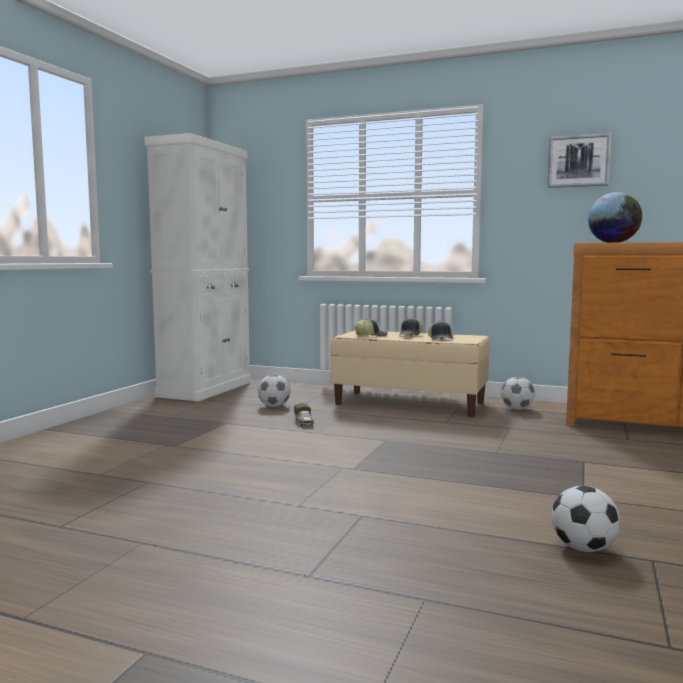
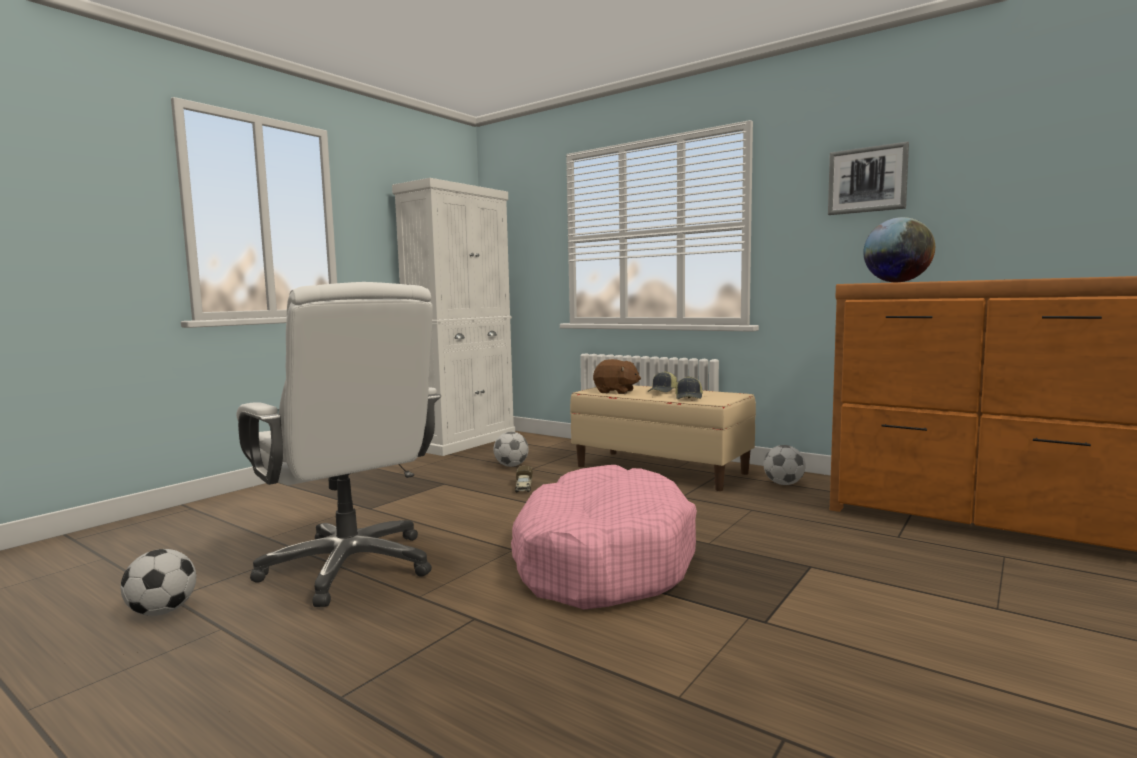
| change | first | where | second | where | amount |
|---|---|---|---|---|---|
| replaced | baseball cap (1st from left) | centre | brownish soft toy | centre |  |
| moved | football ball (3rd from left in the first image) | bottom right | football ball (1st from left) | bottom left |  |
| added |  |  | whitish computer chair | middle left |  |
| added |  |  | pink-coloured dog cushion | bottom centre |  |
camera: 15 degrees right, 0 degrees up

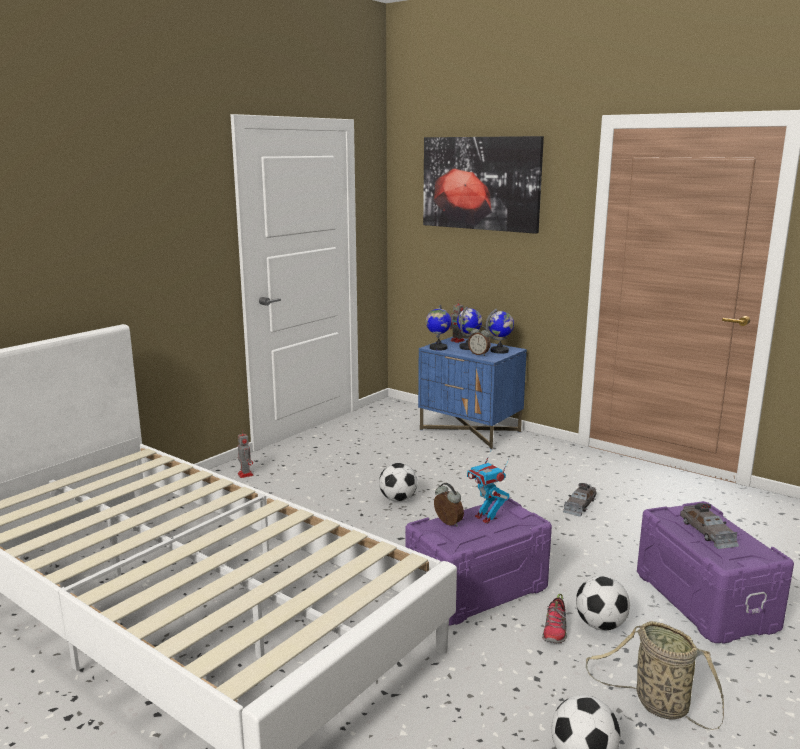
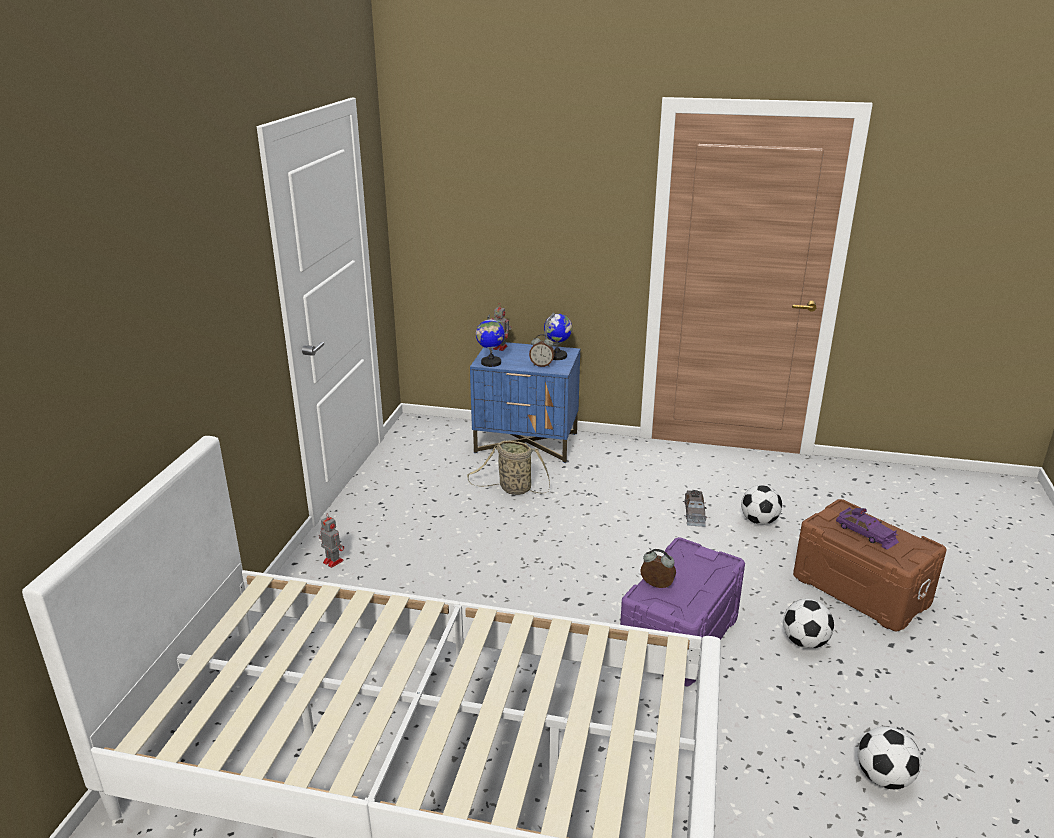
| change | first | where | second | where | amount |
|---|---|---|---|---|---|
| moved | football ball (1st from left) | centre |  | middle right |  |
| removed | picture | top centre |  |  |  |
| removed | world globe (2nd from left) | centre |  |  |  |
| removed | model robot (3rd from left) | centre |  |  |  |
| removed | shoe | bottom right |  |  |  |
| moved | household basket | bottom right |  | centre |  |
| recoloured | purple-coloured storage bin (2nd from left) | bottom right | brownish storage bin | bottom right |  |
| recoloured | gray toy car (2nd from left) | bottom right | purple-coloured toy car | middle right |  |
camera: 25 degrees left, 10 degrees up

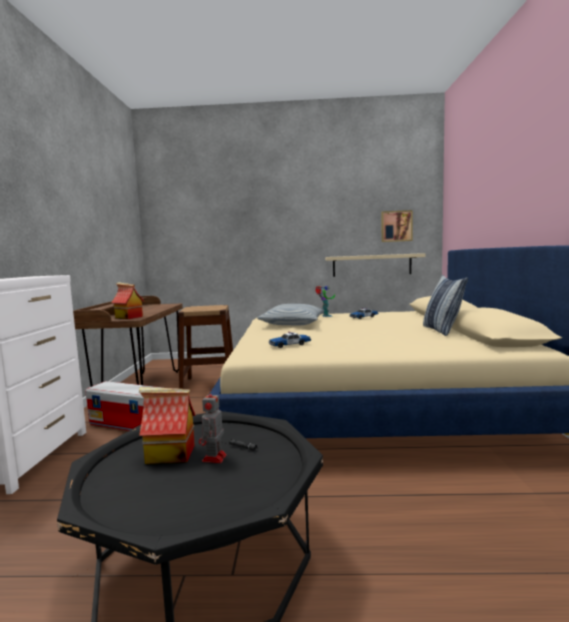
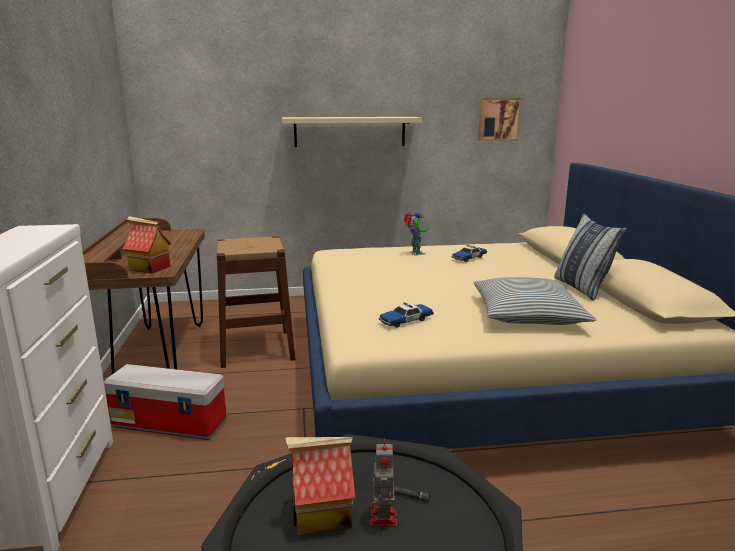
| change | first | where | second | where | amount |
|---|---|---|---|---|---|
| moved | pillow (1st from left) | centre |  | middle right |  |
| moved | sand-coloured shelf | centre |  | top centre |  |
camera: 10 degrees left, 10 degrees up

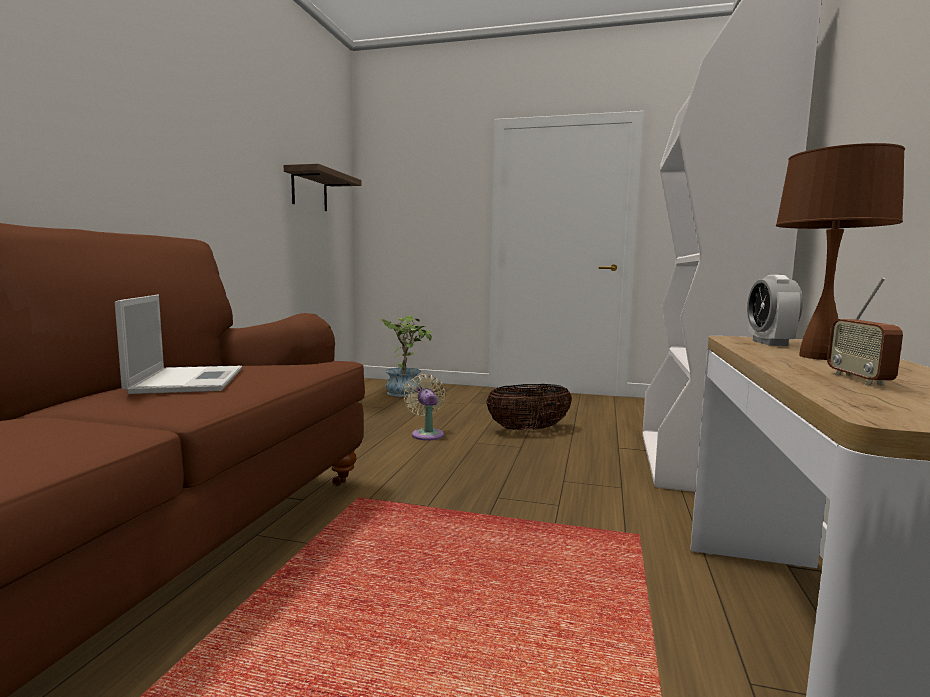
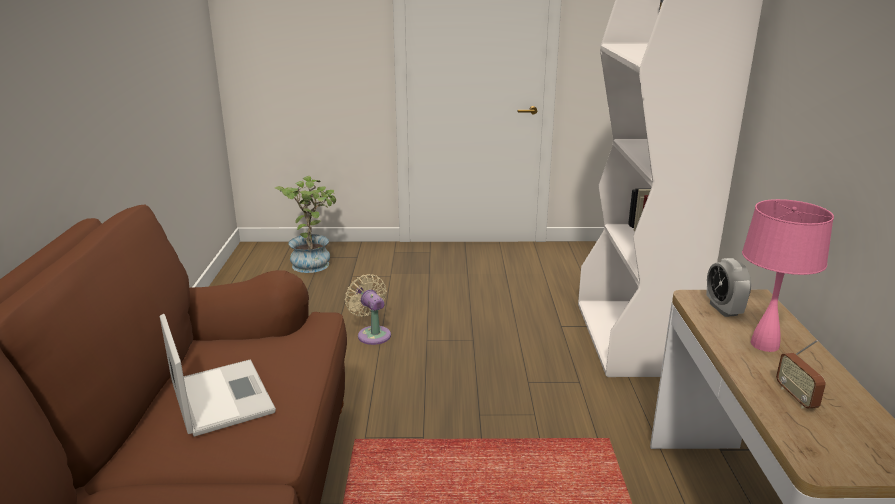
| change | first | where | second | where | amount |
|---|---|---|---|---|---|
| removed | shelf | top centre |  |  |  |
| removed | household basket | centre |  |  |  |
| recoloured | brownish tabletop lamp | middle right | pink-coloured tabletop lamp | middle right |  |
camera: 15 degrees left, 15 degrees up

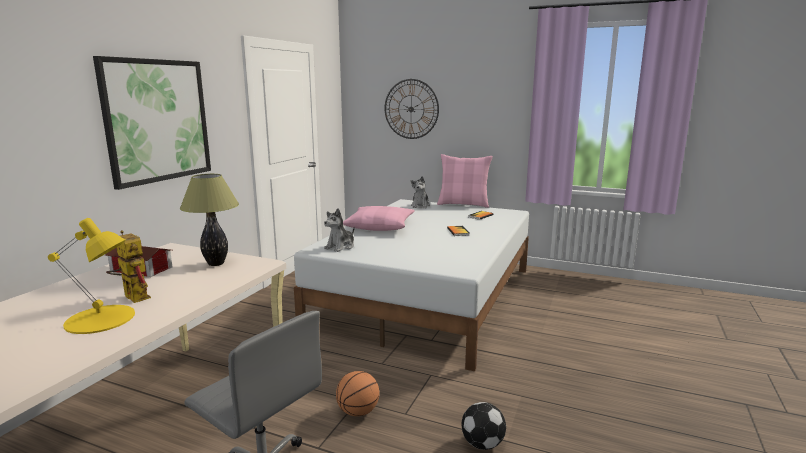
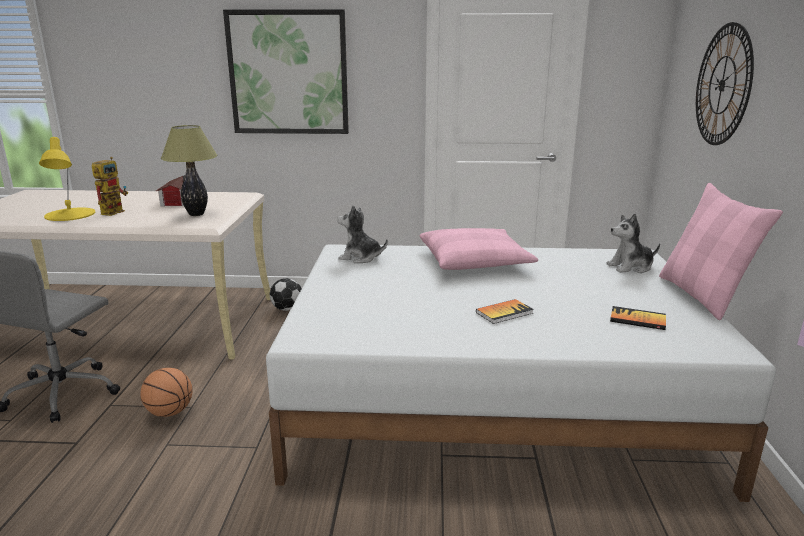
| change | first | where | second | where | amount |
|---|---|---|---|---|---|
| moved | football ball | bottom centre |  | centre |  |
camera: 70 degrees right, 5 degrees up

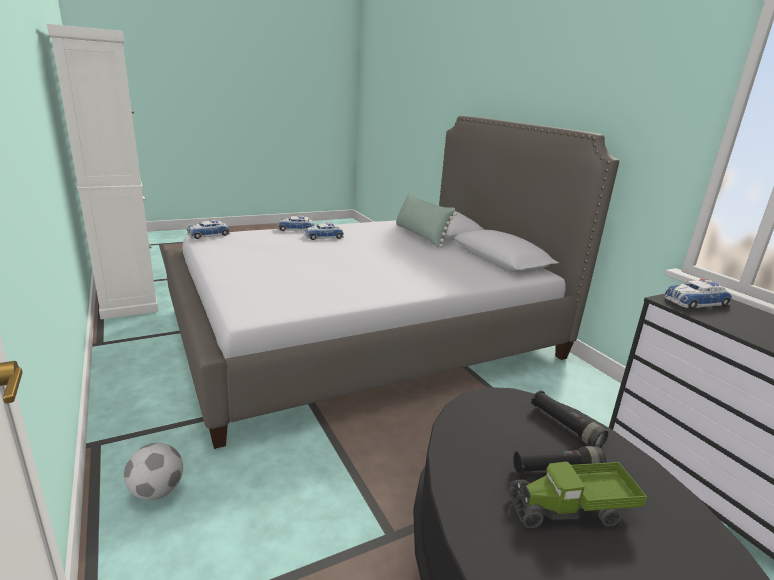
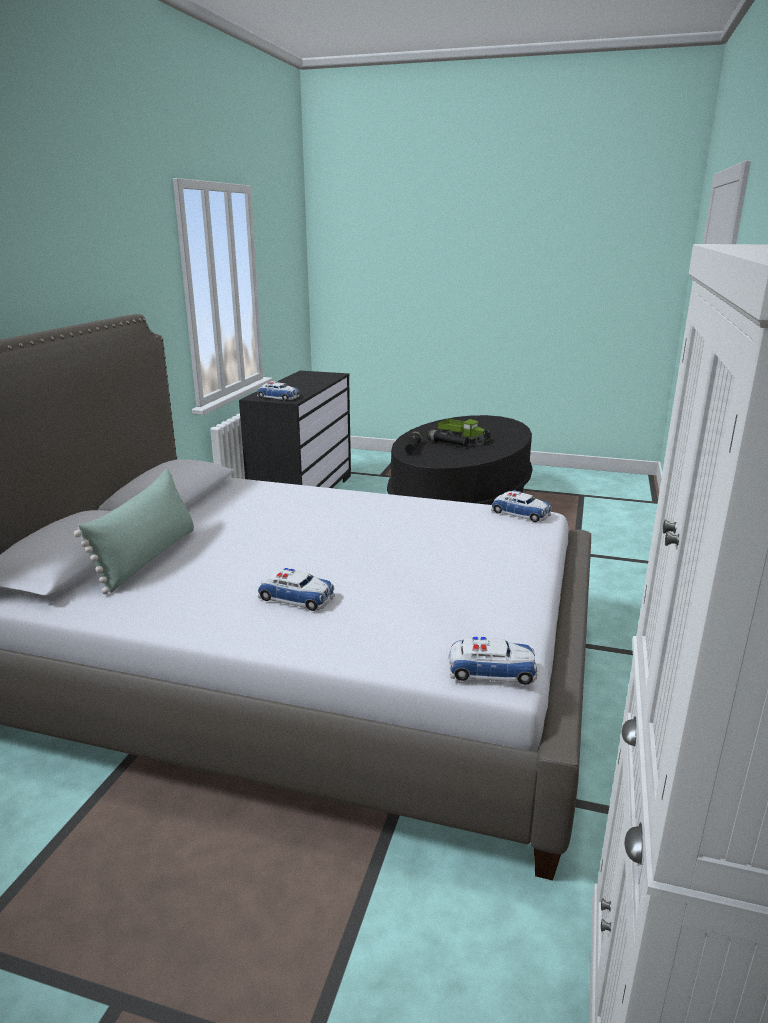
| change | first | where | second | where | amount |
|---|---|---|---|---|---|
| removed | football ball | bottom left |  |  |  |
| moved | toy car (2nd from left in the first image) | centre | toy car (4th from left) | middle right |  |
camera: 135 degrees left, 0 degrees up

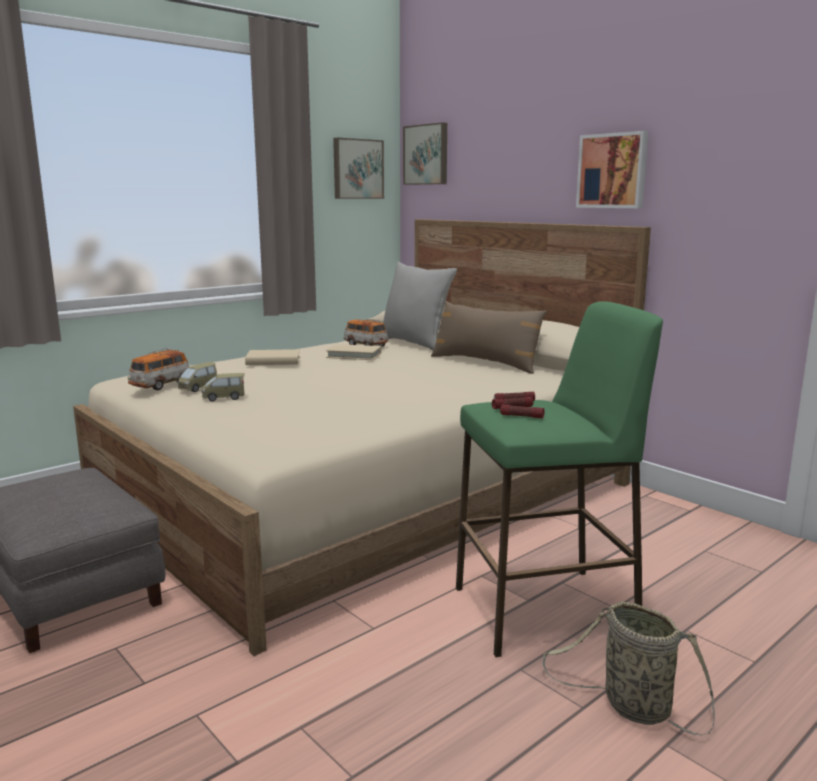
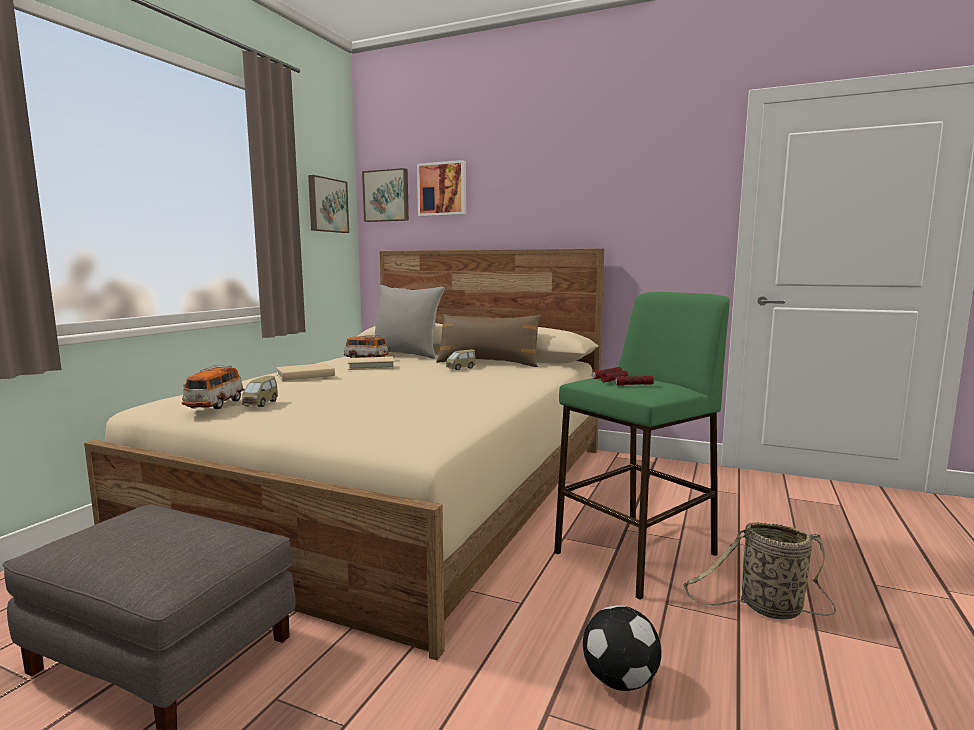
| change | first | where | second | where | amount |
|---|---|---|---|---|---|
| moved | toy car (3rd from left in the first image) | middle left | toy car (4th from left) | centre |  |
| moved | picture (3rd from left) | top right |  | top centre |  |
| added |  |  | football ball | bottom centre |  |
camera: 25 degrees left, 5 degrees down

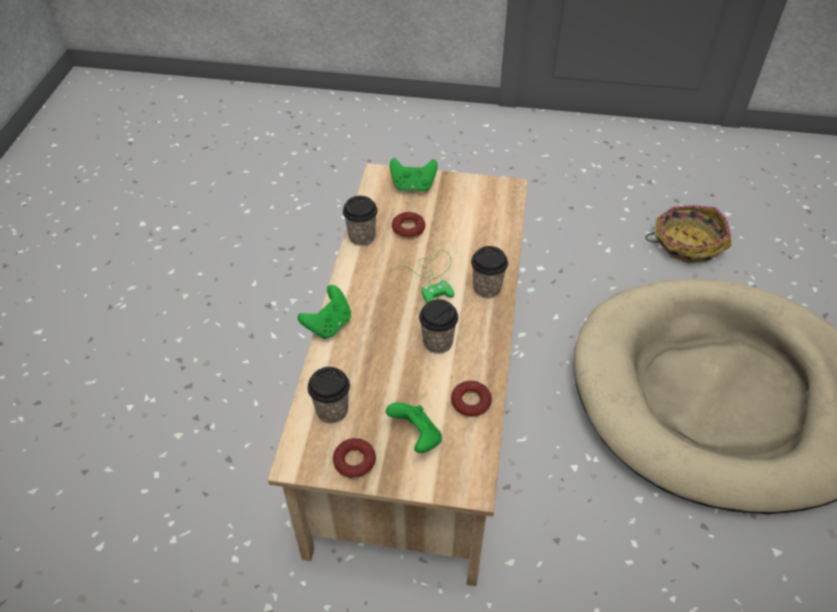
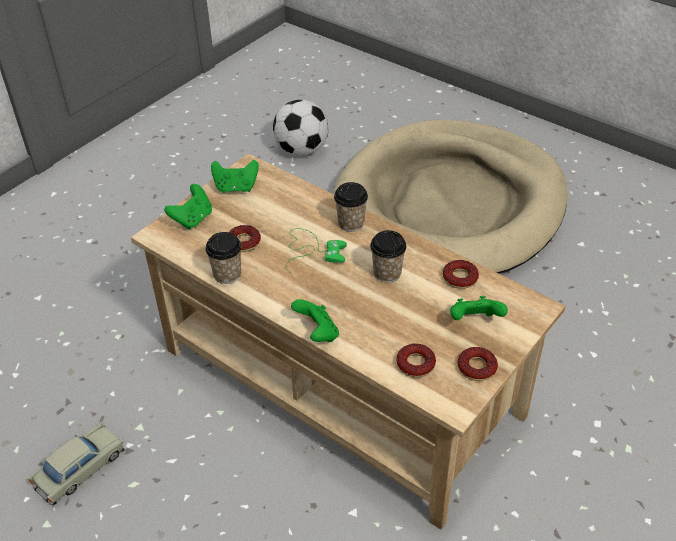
| change | first | where | second | where | amount |
|---|---|---|---|---|---|
| replaced | drinking cup (1st from left) | centre | donut (2nd from left) | centre |  |
| replaced | household basket | middle right | football ball | top centre |  |
| added |  |  | sand-coloured toy car | bottom left |  |
| added |  |  | greenish gamepad (2nd from left) | top centre |  |
camera: 60 degrees left, 5 degrees down

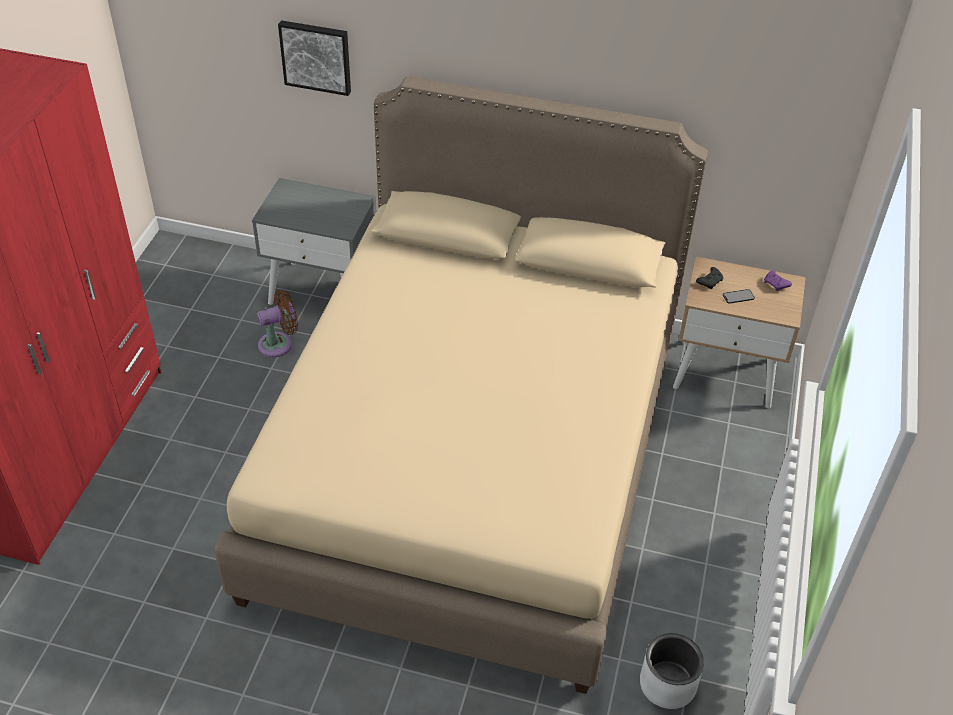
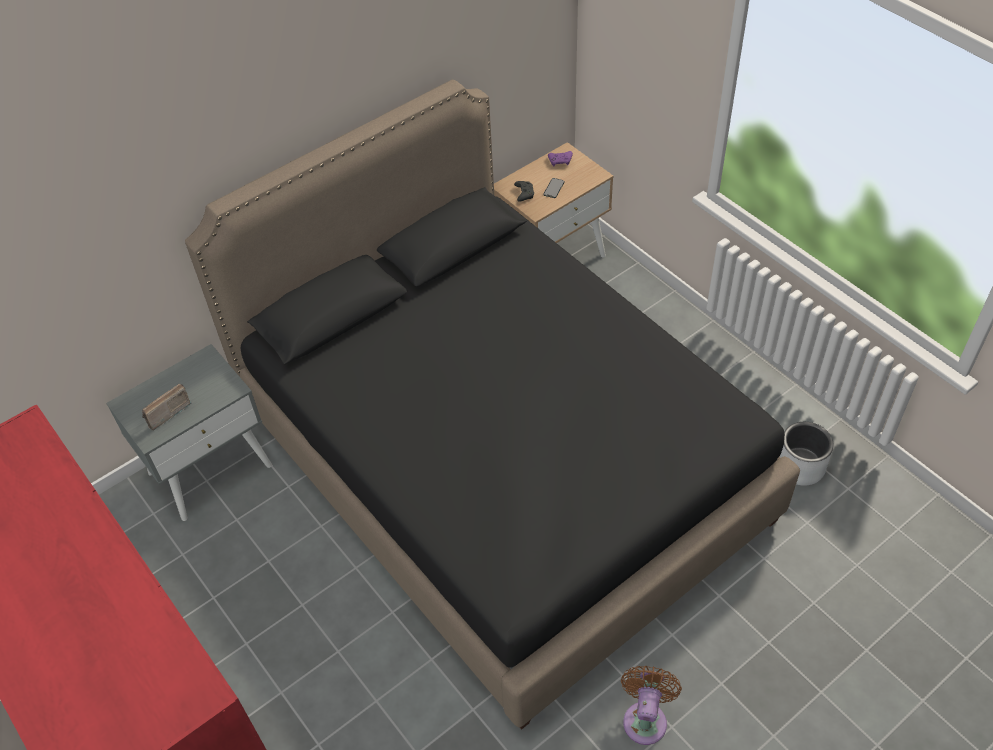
| change | first | where | second | where | amount |
|---|---|---|---|---|---|
| recoloured | sand-coloured bed | centre | black-coloured bed | centre |  |
| moved | brownish electric fan | middle left |  | bottom centre |  |
| removed | picture | top left |  |  |  |
| added |  |  | radio set | middle left |  |
camera: 50 degrees left, 5 degrees up

